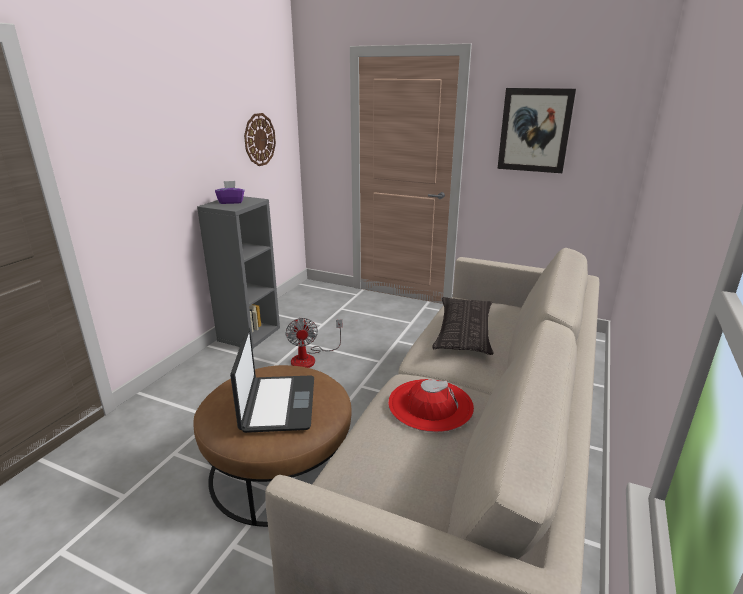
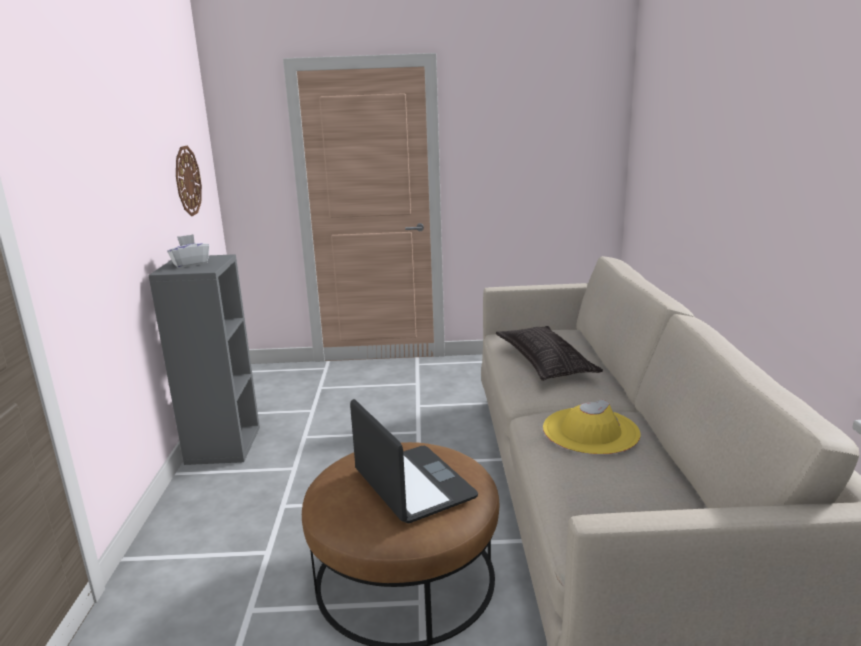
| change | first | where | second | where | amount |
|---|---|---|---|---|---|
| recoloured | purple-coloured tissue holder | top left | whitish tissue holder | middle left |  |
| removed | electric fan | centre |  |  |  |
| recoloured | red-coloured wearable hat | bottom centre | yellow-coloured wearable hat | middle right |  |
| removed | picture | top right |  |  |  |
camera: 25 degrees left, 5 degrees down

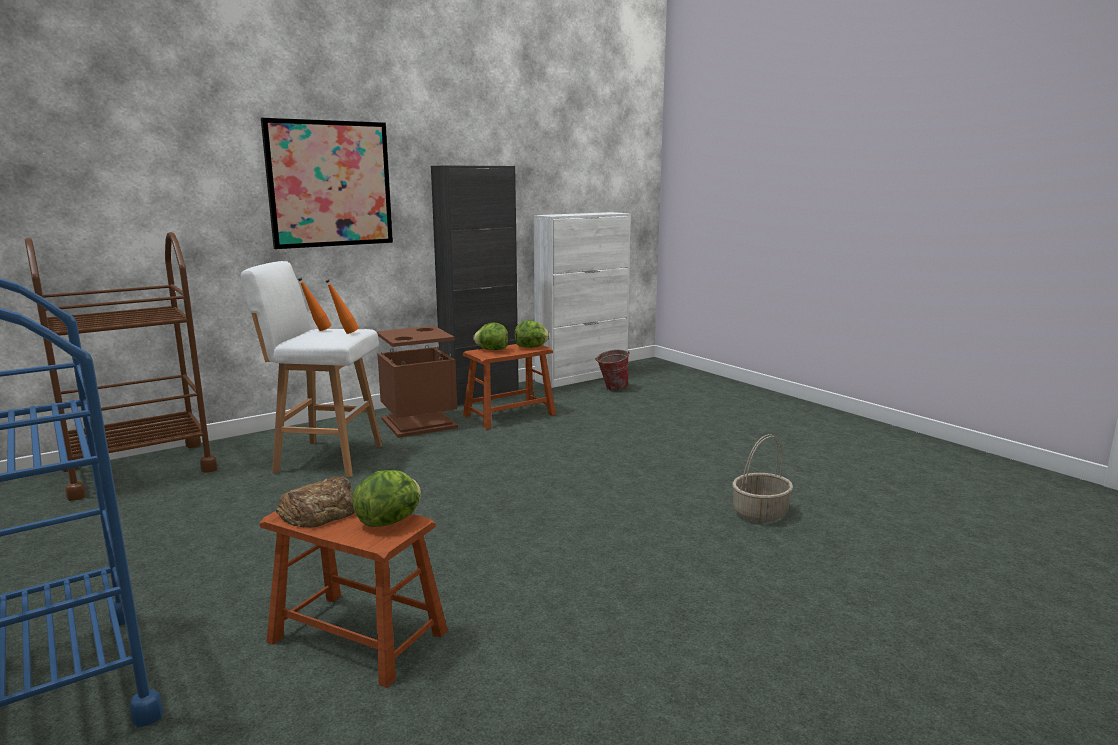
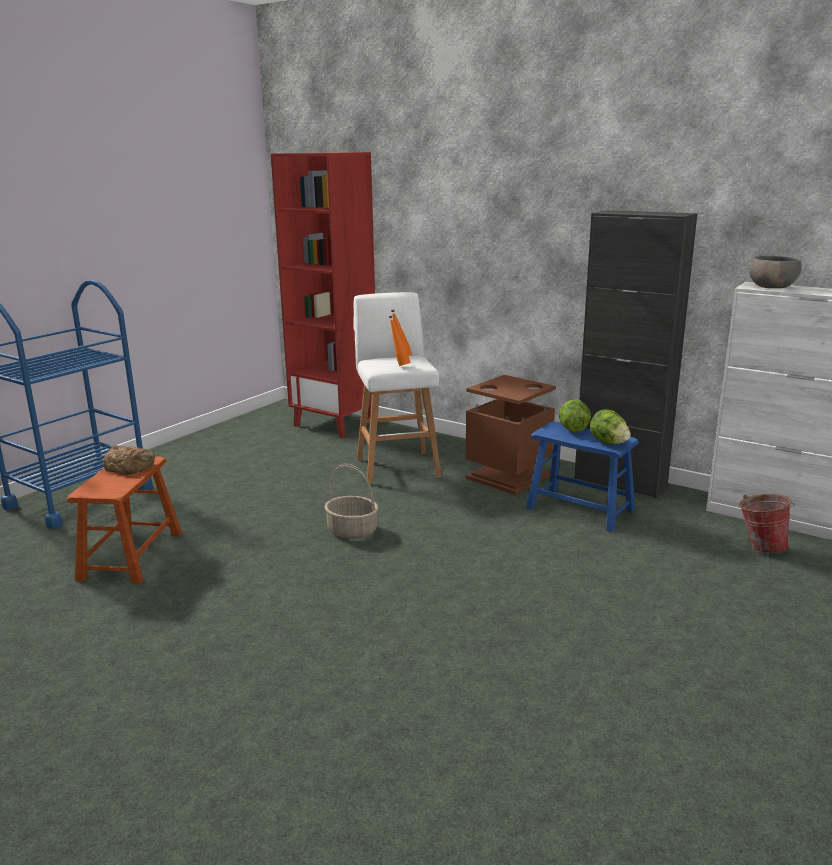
| change | first | where | second | where | amount |
|---|---|---|---|---|---|
| replaced | brownish cart | middle left | red-coloured shelving unit | centre |  |
| removed | picture | top left |  |  |  |
| removed | head of lettuce (1st from left) | bottom centre |  |  |  |
| recoloured | brownish stool seat (2nd from left) | centre | blue-coloured stool seat | middle right |  |
| moved | household basket | middle right |  | centre |  |
| added |  |  | gray bowl | top right |  |
camera: 70 degrees right, 5 degrees up

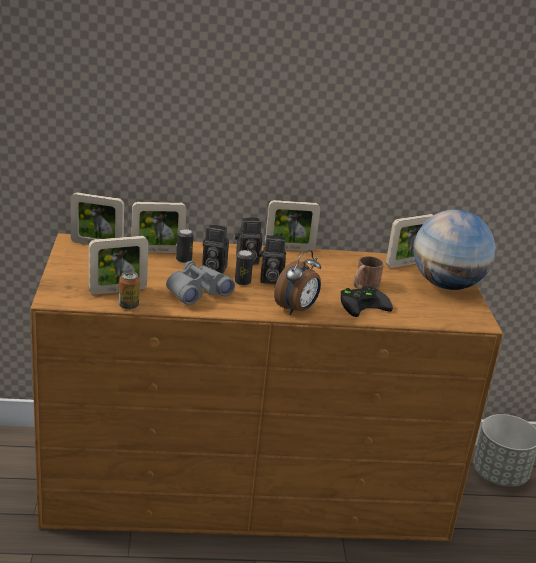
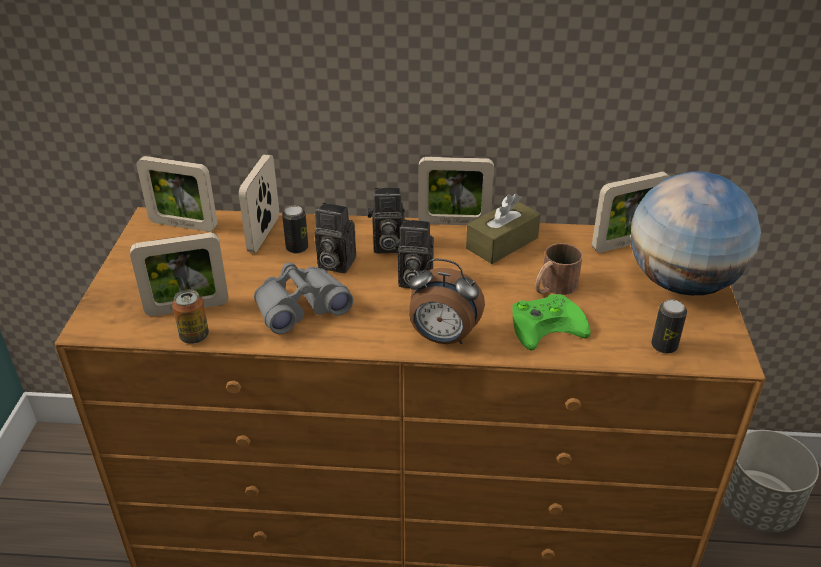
| change | first | where | second | where | amount |
|---|---|---|---|---|---|
| turned | picture frame (3rd from left) | middle left |  | middle left | 105 degrees clockwise |
| moved | metal can (3rd from left) | centre |  | middle right |  |
| turned | table clock | centre |  | centre | 60 degrees clockwise |
| recoloured | black-coloured gamepad | middle right | greenish gamepad | middle right |  |
| added |  |  | brownish tissue holder | centre |  |
camera: 10 degrees right, 10 degrees up

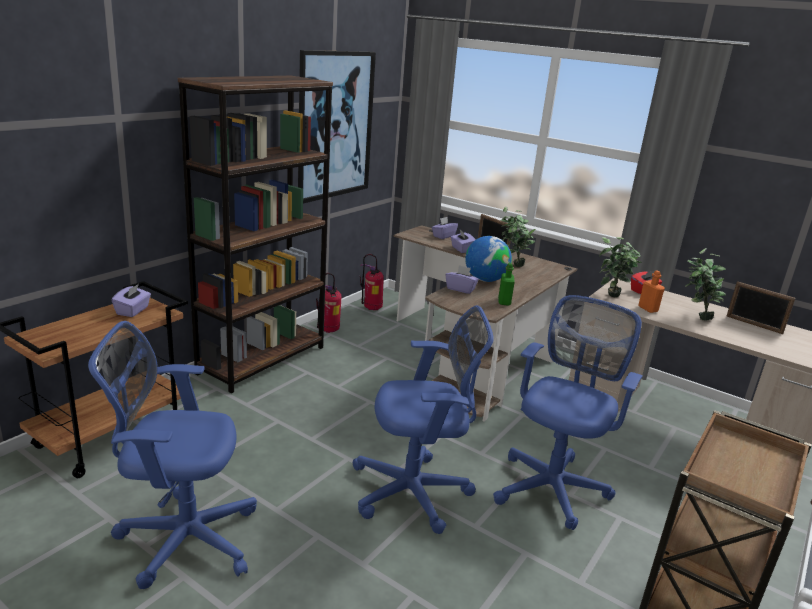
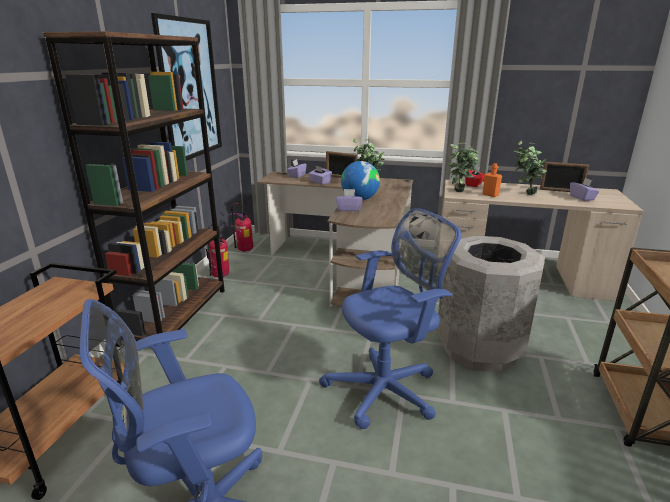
| change | first | where | second | where | amount |
|---|---|---|---|---|---|
| moved | purple-coloured tissue holder (1st from left in the first image) | middle left | purple-coloured tissue holder (4th from left) | middle right |  |
| replaced | blue-coloured computer chair (3rd from left) | bottom right | gray rubbish bin | middle right |  |
| removed | greenish bottle | centre |  |  |  |
camera: 20 degrees left, 0 degrees up

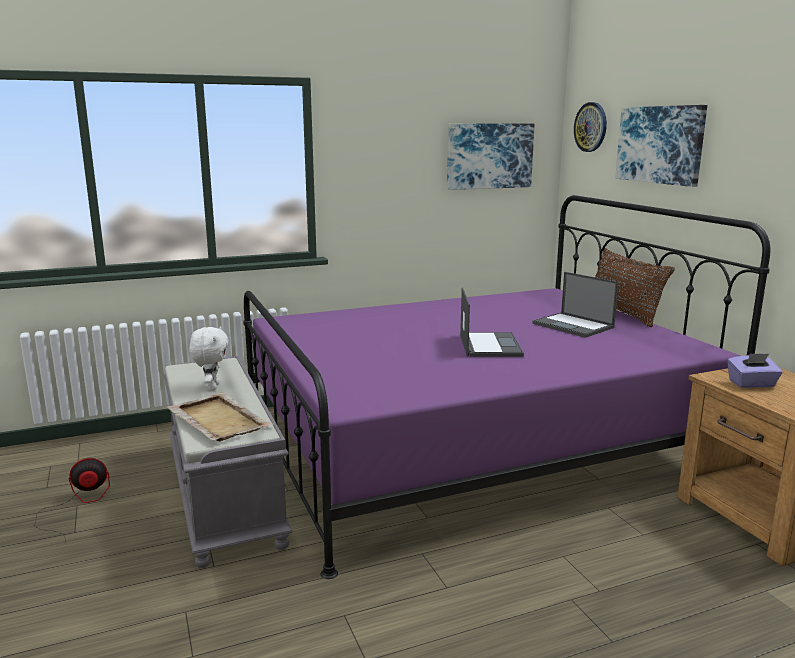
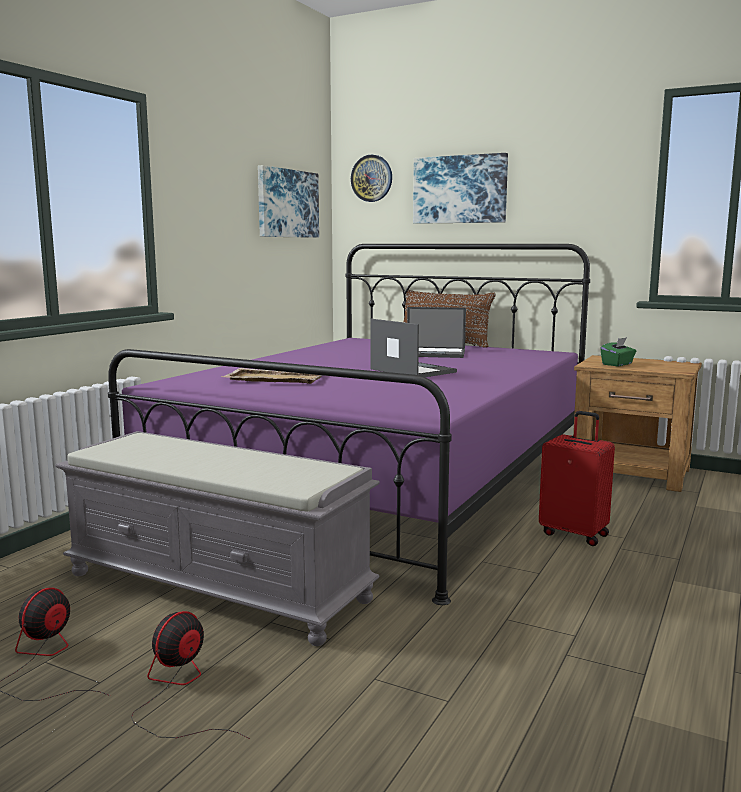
| change | first | where | second | where | amount |
|---|---|---|---|---|---|
| moved | sand-coloured tray | middle left |  | centre |  |
| removed | whitish soft toy | middle left |  |  |  |
| recoloured | purple-coloured tissue holder | middle right | greenish tissue holder | middle right |  |
| added |  |  | electric fan (2nd from left) | bottom left |  |
| added |  |  | red-coloured piece of luggage | middle right |  |
camera: 40 degrees left, 5 degrees down

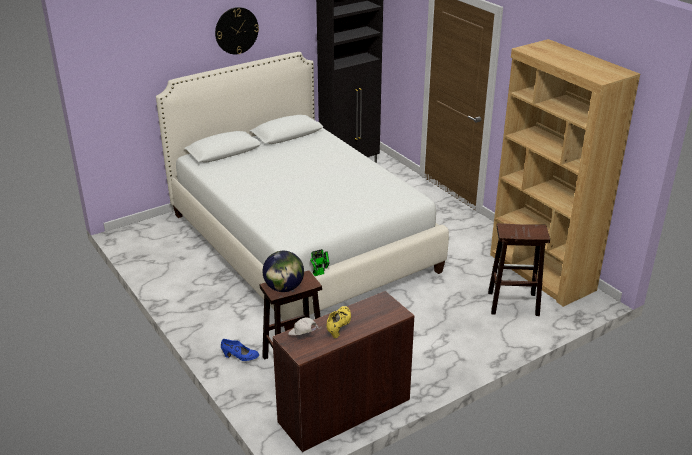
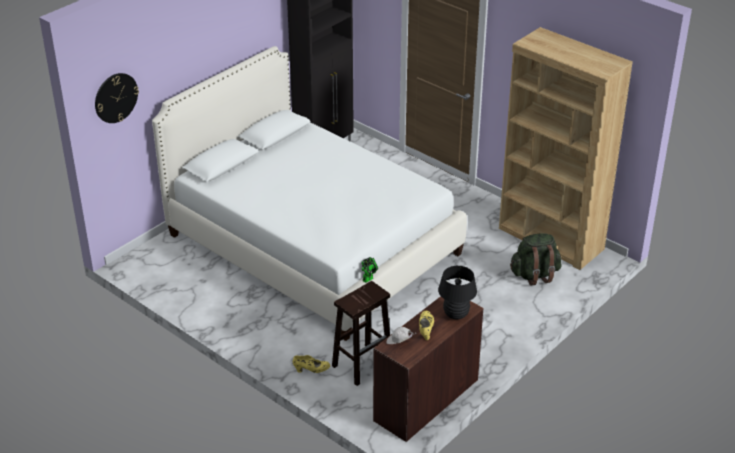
| change | first | where | second | where | amount |
|---|---|---|---|---|---|
| moved | clock on the wall | top centre |  | top left |  |
| recoloured | blue-coloured shoe | bottom centre | yellow-coloured shoe (1st from left) | bottom centre |  |
| removed | world globe | centre |  |  |  |
| replaced | brownish stool seat (2nd from left) | middle right | greenish knapsack | middle right |  |
| added |  |  | black-coloured tabletop lamp | centre |  |
camera: 15 degrees left, 5 degrees up

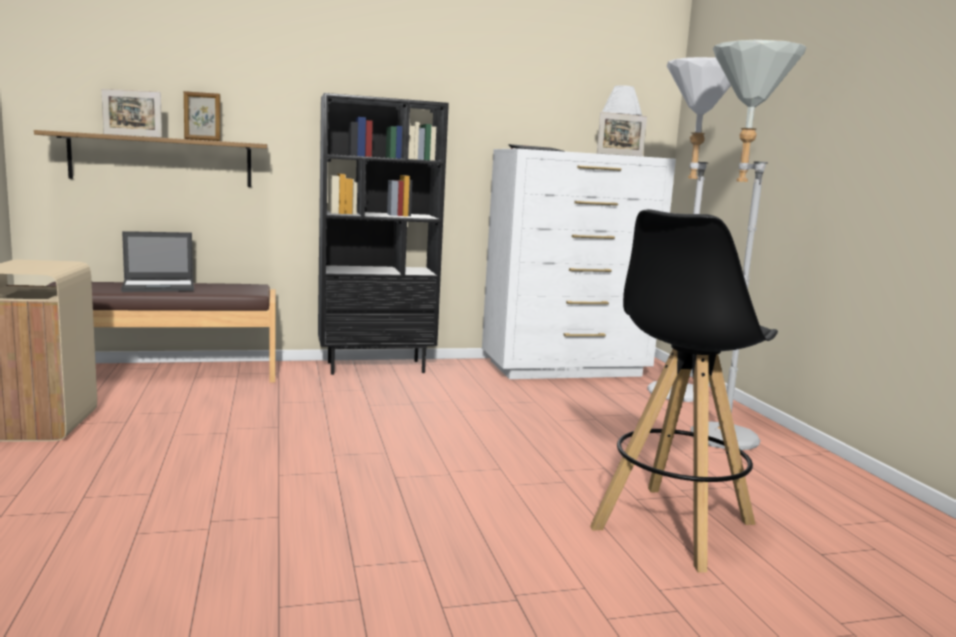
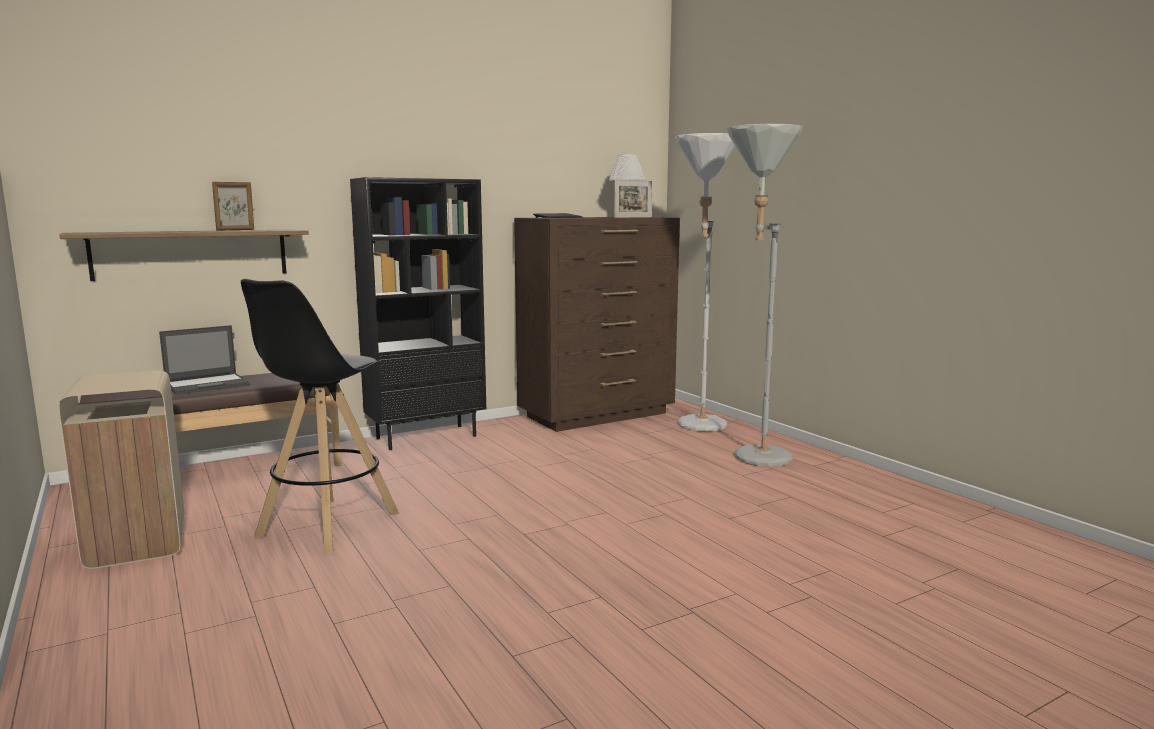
| change | first | where | second | where | amount |
|---|---|---|---|---|---|
| removed | picture frame (1st from left) | top left |  |  |  |
| recoloured | whitish chest of drawers | centre | brownish chest of drawers | centre |  |
| moved | black-coloured stool seat | middle right |  | middle left |  |
camera: 15 degrees left, 0 degrees up

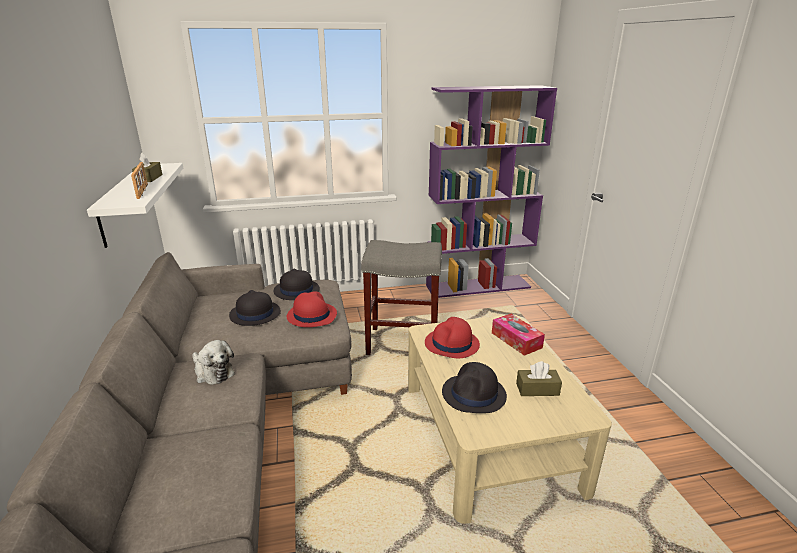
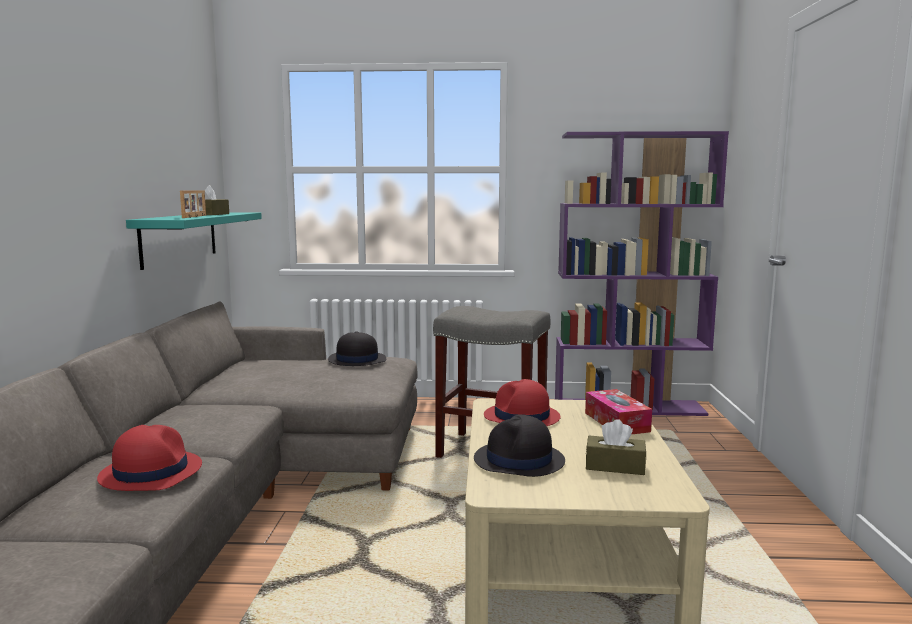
| change | first | where | second | where | amount |
|---|---|---|---|---|---|
| recoloured | whitish shelf | middle left | turquoise-coloured shelf | middle left |  |
| removed | soft toy | middle left |  |  |  |
| removed | black-coloured wearable hat (1st from left) | middle left |  |  |  |
| moved | red-coloured wearable hat (1st from left) | centre |  | bottom left |  |
camera: 15 degrees right, 15 degrees down

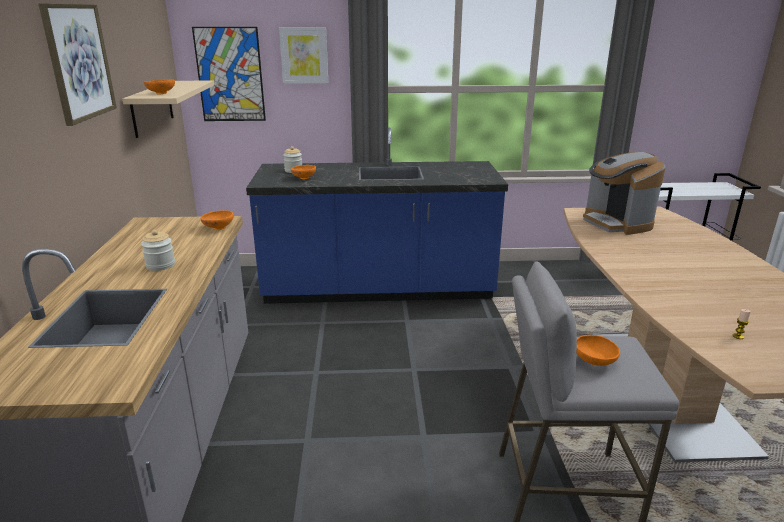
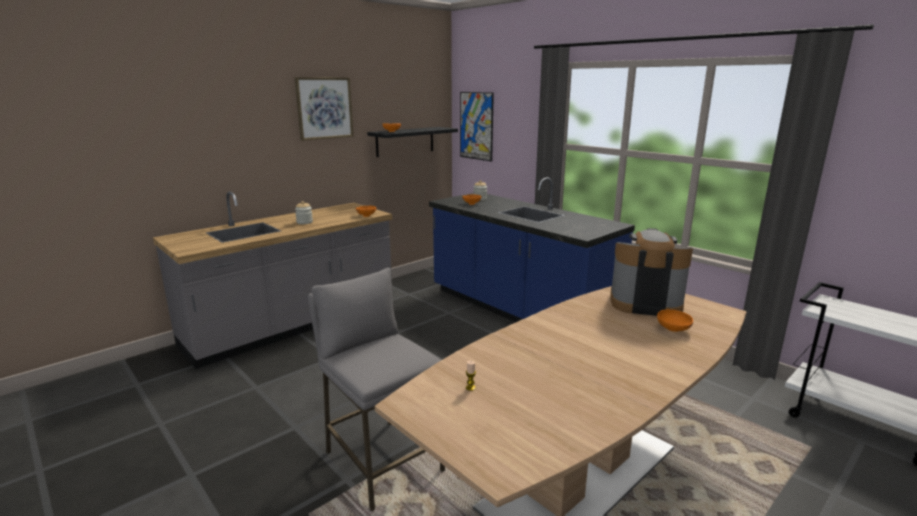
| change | first | where | second | where | amount |
|---|---|---|---|---|---|
| recoloured | sand-coloured shelf | top left | black-coloured shelf | top centre |  |
| removed | picture (3rd from left) | top centre |  |  |  |
| moved | orange bowl (4th from left) | bottom right |  | middle right |  |
| turned | coffee machine | middle right |  | middle right | 75 degrees clockwise |
camera: 50 degrees right, 5 degrees down

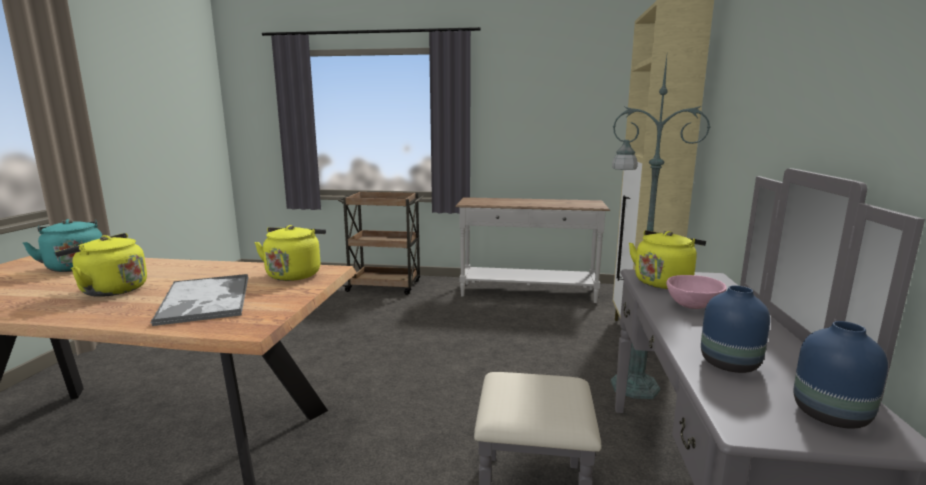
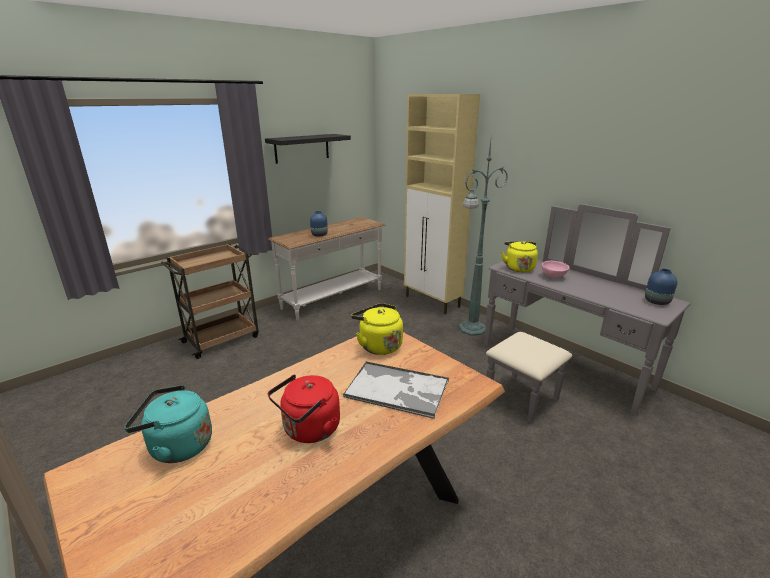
| change | first | where | second | where | amount |
|---|---|---|---|---|---|
| recoloured | yellow-coloured water kettle (1st from left) | middle left | red-coloured water kettle | bottom centre |  |
| moved | blue-coloured flower vase (1st from left) | bottom right |  | centre |  |
| added |  |  | black-coloured shelf | top centre |  |
camera: 50 degrees left, 10 degrees up

